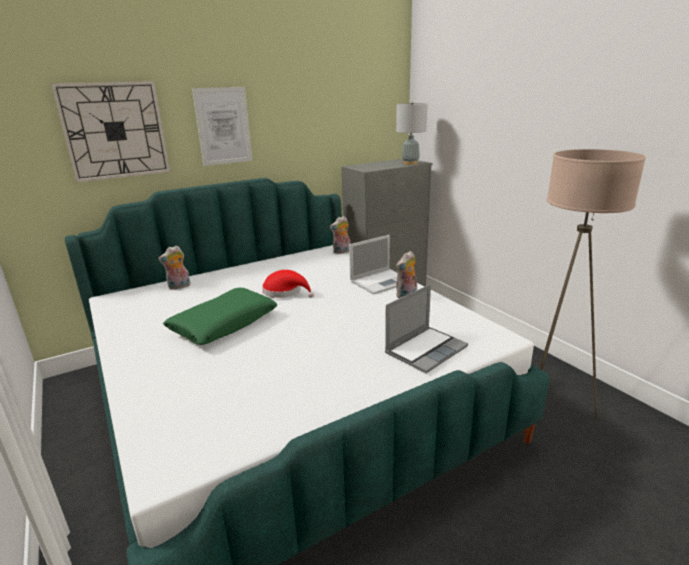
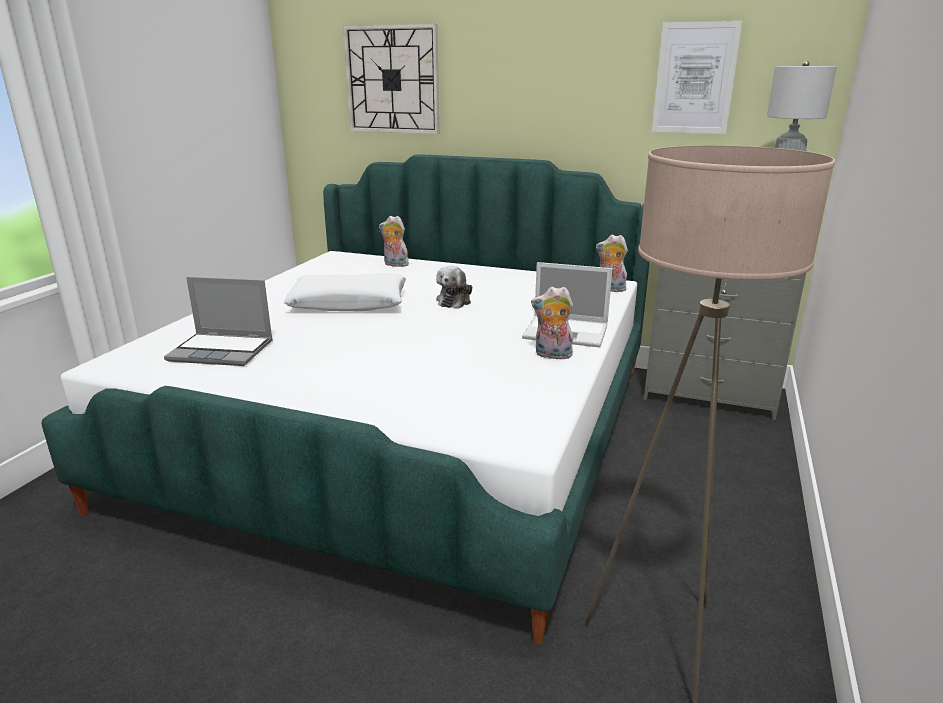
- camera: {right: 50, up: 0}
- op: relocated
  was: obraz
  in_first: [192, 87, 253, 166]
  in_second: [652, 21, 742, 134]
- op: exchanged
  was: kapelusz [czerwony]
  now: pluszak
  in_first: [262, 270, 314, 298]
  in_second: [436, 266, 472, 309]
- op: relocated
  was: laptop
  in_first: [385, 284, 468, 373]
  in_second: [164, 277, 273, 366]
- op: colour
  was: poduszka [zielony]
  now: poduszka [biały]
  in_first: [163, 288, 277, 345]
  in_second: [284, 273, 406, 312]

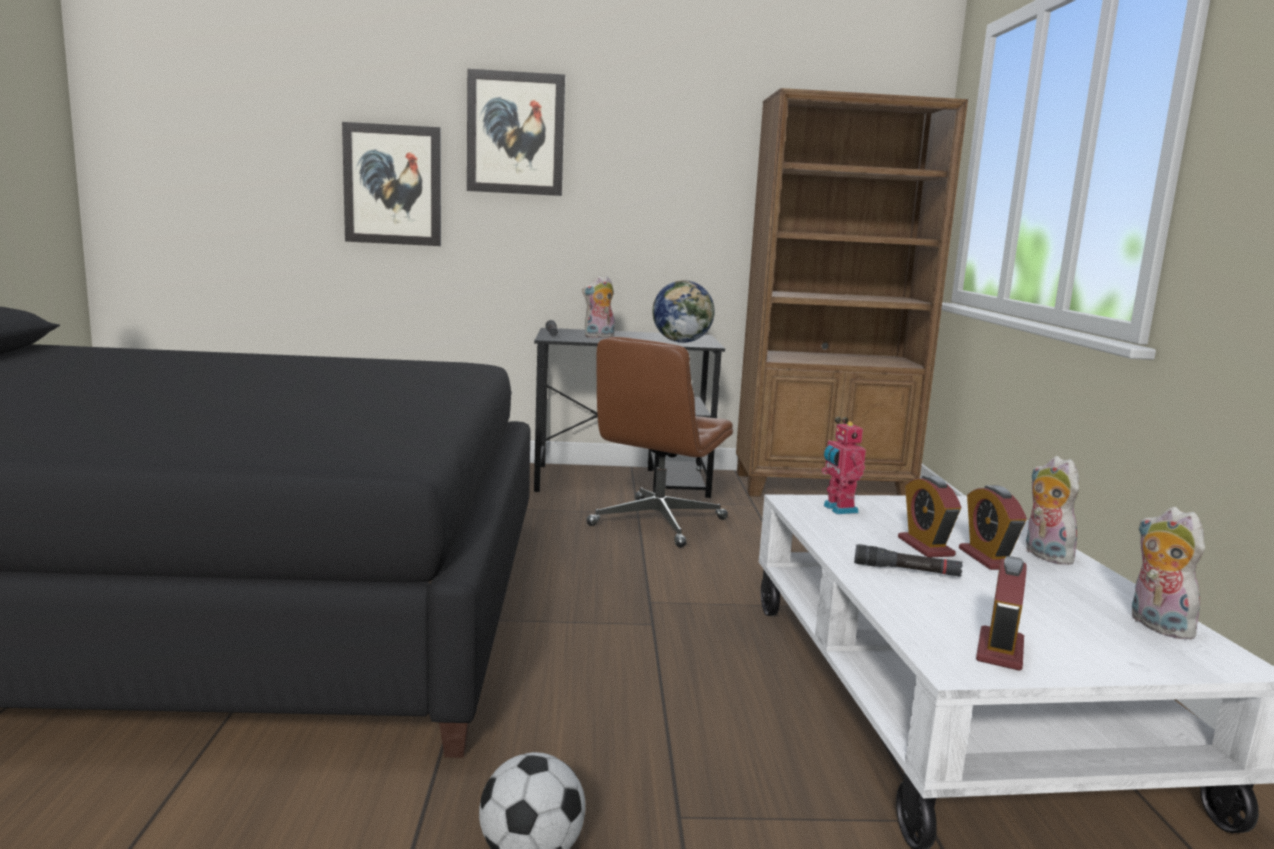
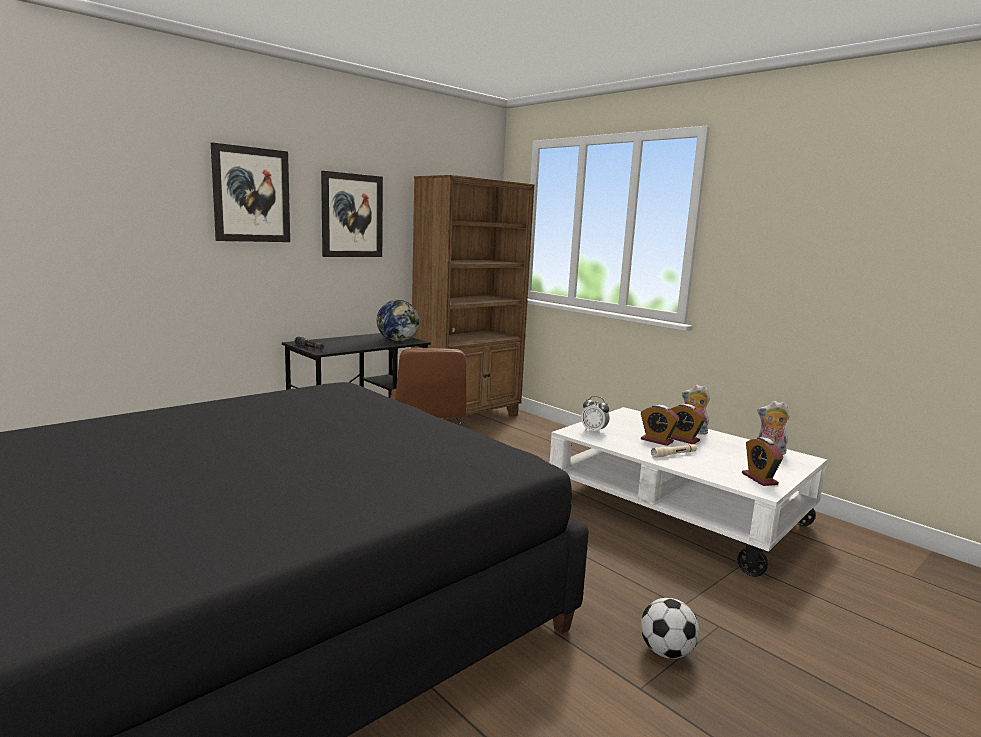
- camera: {right: -40, up: 0}
- op: relocated
  was: obraz
  in_first: [342, 122, 441, 246]
  in_second: [321, 171, 383, 257]
- op: missing
  was: pluszak
  in_first: [582, 276, 615, 338]
- op: exchanged
  was: robot zabawkowy
  now: budzik
  in_first: [822, 420, 866, 514]
  in_second: [581, 396, 610, 434]
- op: colour
  was: latarka [czarny]
  now: latarka [beżowy]
  in_first: [854, 544, 963, 577]
  in_second: [651, 444, 697, 458]

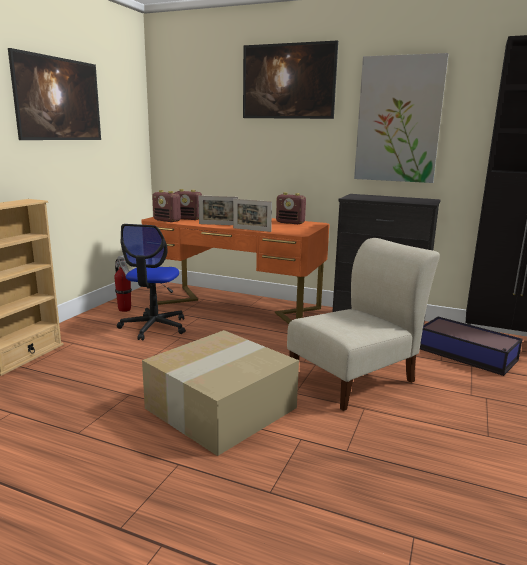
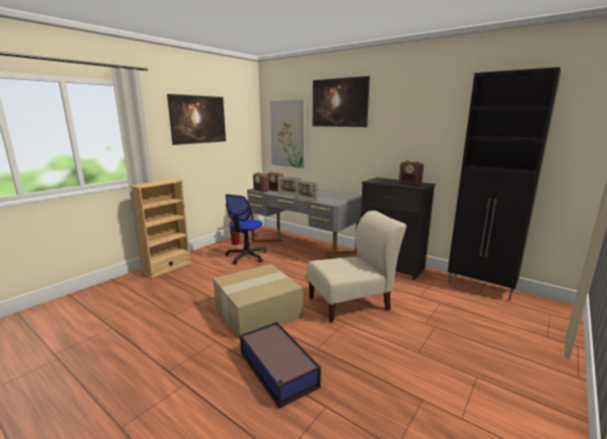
- camera: {right: 15, up: 0}
- op: relocated
  was: obraz
  in_first: [354, 53, 449, 183]
  in_second: [270, 100, 306, 168]
- op: relocated
  was: radio
  in_first: [276, 192, 306, 224]
  in_second: [399, 160, 424, 185]
- op: colour
  was: biurko [pomarańczowy]
  now: biurko [szary]
  in_first: [141, 217, 330, 324]
  in_second: [247, 188, 362, 259]
- op: relocated
  was: pojemnik do przechowywania
  in_first: [420, 317, 523, 376]
  in_second: [240, 322, 321, 408]

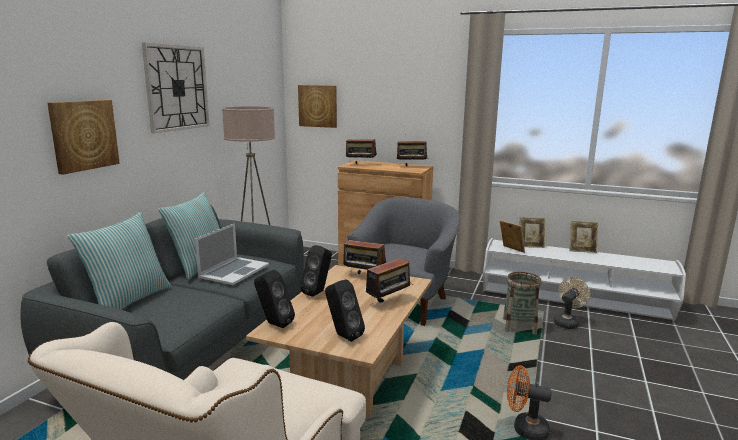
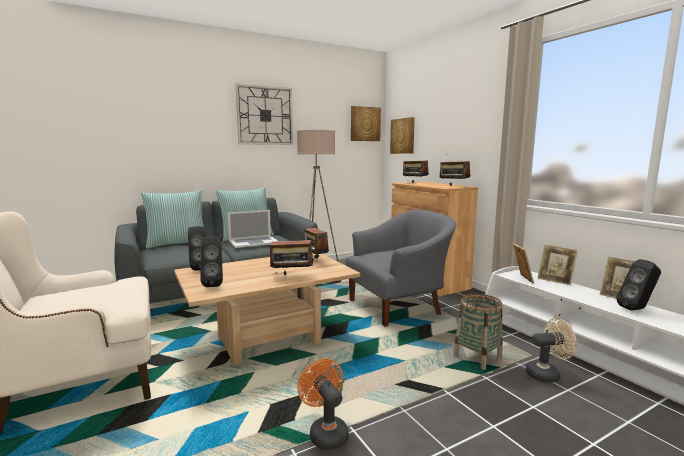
- camera: {right: 40, up: -5}
- op: relocated
  was: obraz
  in_first: [47, 100, 120, 175]
  in_second: [351, 106, 381, 141]
- op: relocated
  was: głośnik [czarny]
  in_first: [300, 245, 332, 297]
  in_second: [616, 259, 661, 311]

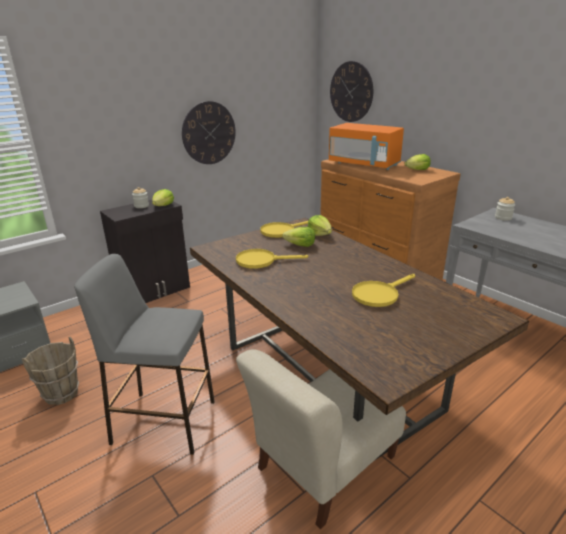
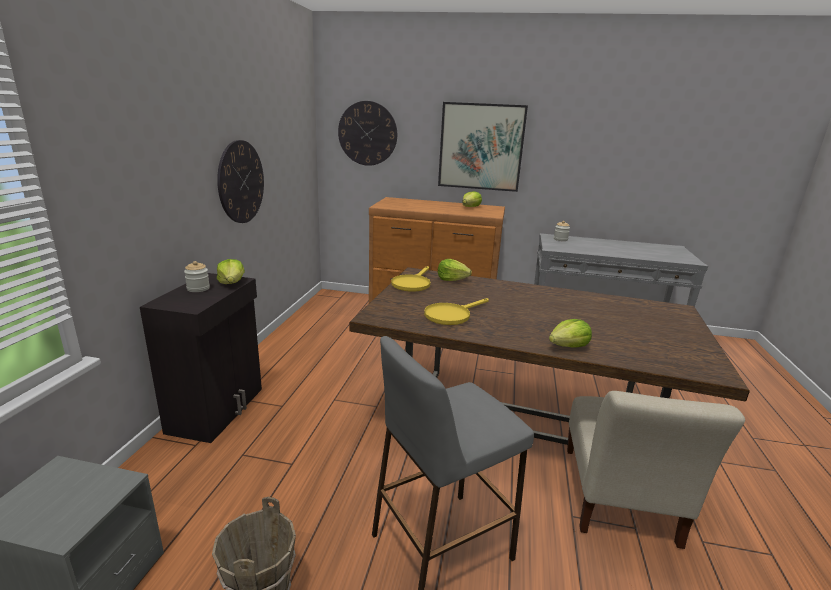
- camera: {right: -40, up: -5}
- op: missing
  was: mikrofalówka [pomarańczowy]
  in_first: [329, 123, 404, 170]
- op: relocated
  was: sałata
  in_first: [282, 227, 315, 247]
  in_second: [549, 319, 592, 348]
- op: missing
  was: patelnia [żółty]
  in_first: [352, 274, 415, 307]
- op: appeared
  now: obraz
  in_second: [438, 102, 528, 192]

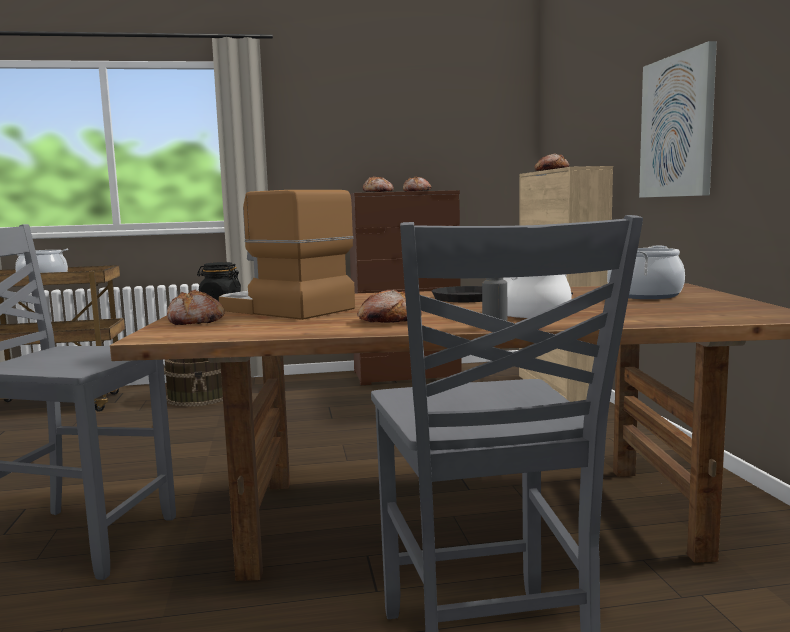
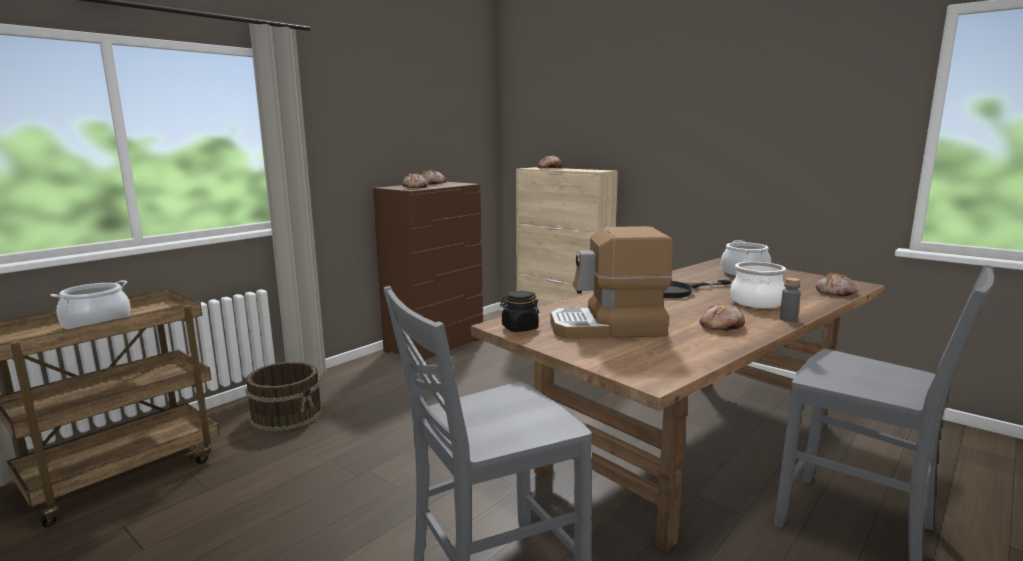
- camera: {right: -40, up: 5}
- op: missing
  was: obraz
  in_first: [639, 41, 717, 198]
- op: relocated
  was: chleb
  in_first: [167, 289, 225, 325]
  in_second: [816, 272, 857, 297]

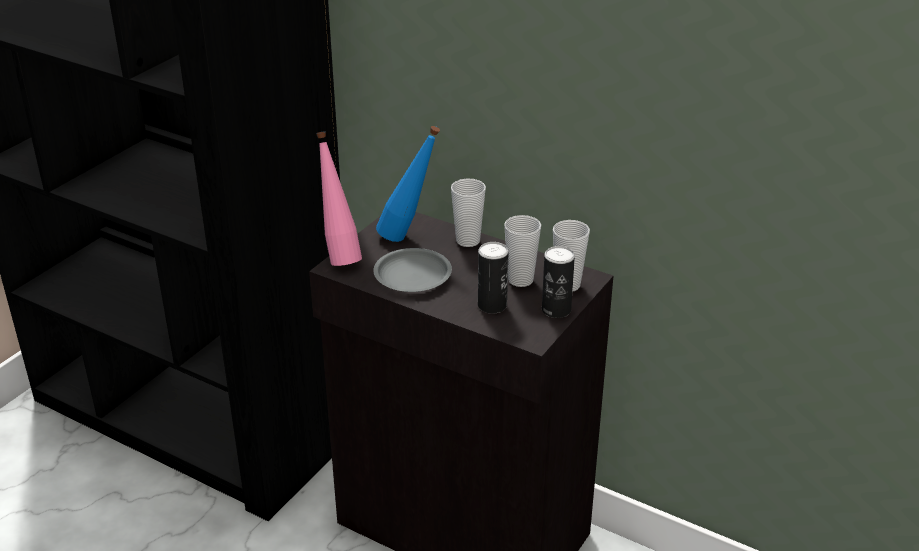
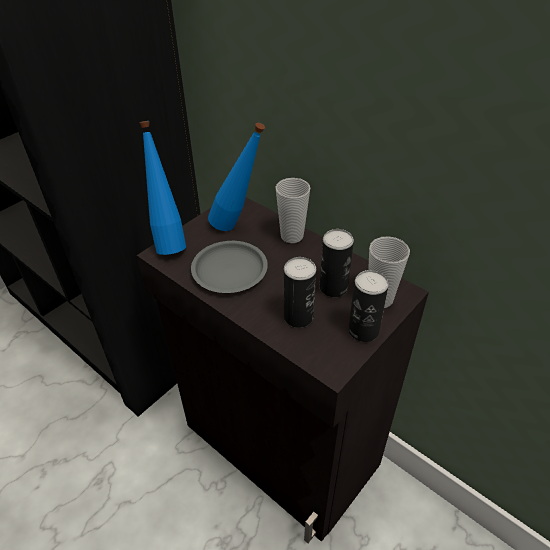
- camera: {right: 10, up: 10}
- op: colour
  was: butelka [różowy]
  now: butelka [niebieski]
  in_first: [316, 131, 362, 266]
  in_second: [139, 121, 186, 255]
- op: exchanged
  was: filiżanka
  now: puszka
  in_first: [504, 215, 541, 287]
  in_second: [320, 229, 354, 297]

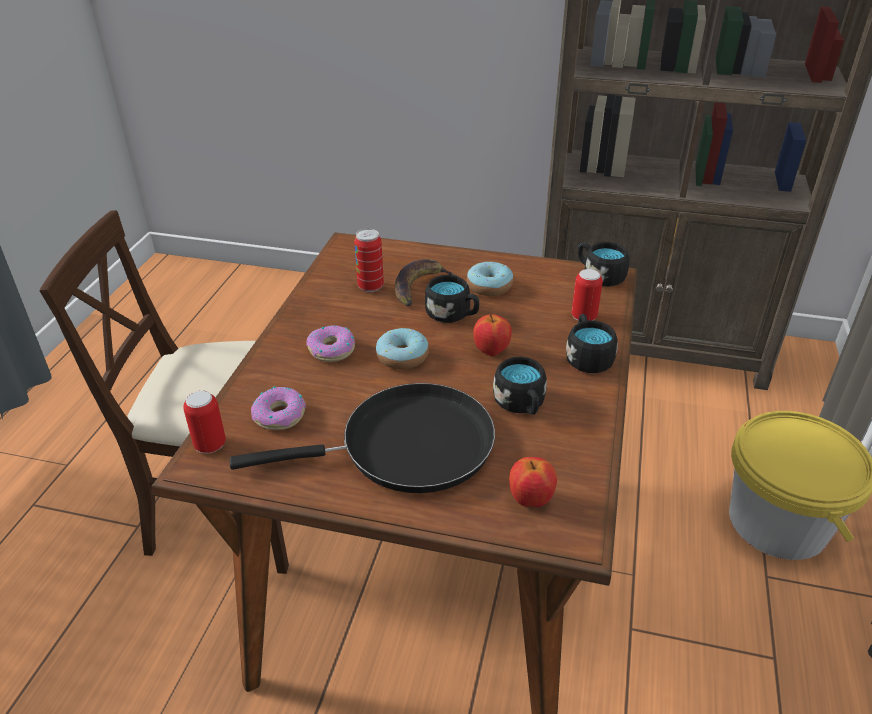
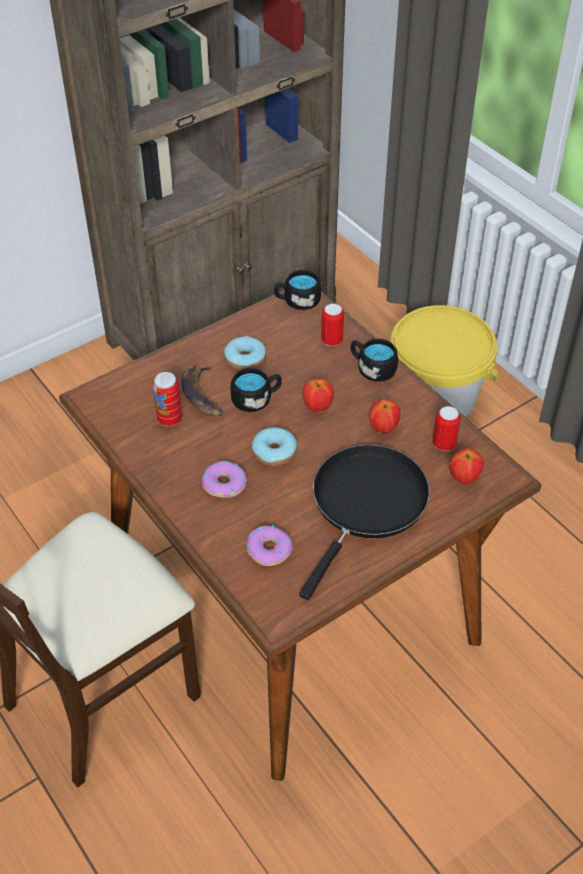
- camera: {right: -50, up: 10}
- op: exchanged
  was: kubek [czarny]
  now: jabłko
  in_first: [493, 357, 547, 415]
  in_second: [369, 399, 400, 434]
- op: relocated
  was: puszka
  in_first: [183, 391, 226, 454]
  in_second: [433, 406, 461, 451]

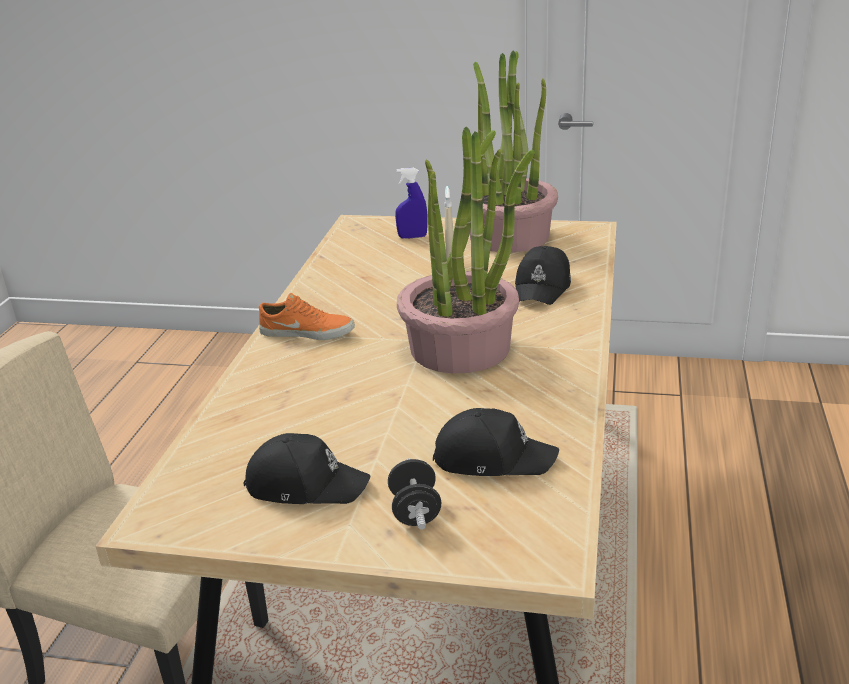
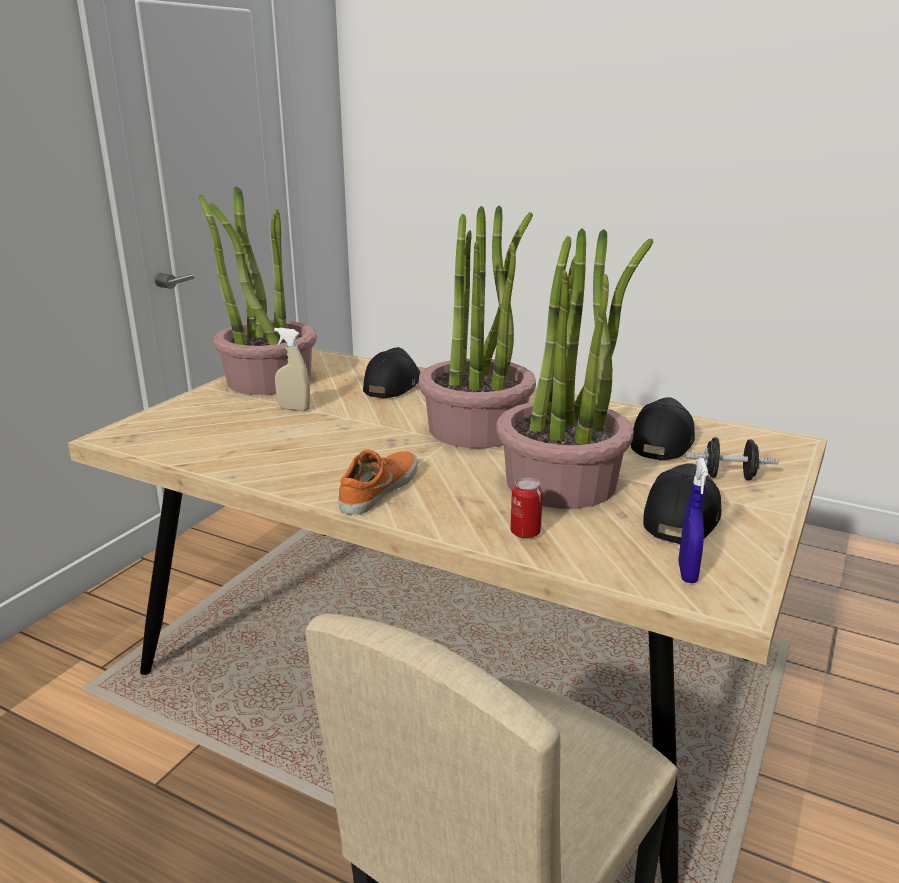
- camera: {right: -75, up: -5}
- op: relocated
  was: spryskiwacz [niebieski]
  in_first: [395, 168, 428, 239]
  in_second: [678, 458, 708, 583]
- op: spun
  was: czapka z daszkiem [czarny]
  in_first: [515, 246, 571, 305]
  in_second: [363, 347, 421, 398]
  clockwise: -105
- op: appeared
  now: roślina doniczkowa
  in_second: [496, 229, 653, 509]
- op: appeared
  now: puszka
  in_second: [510, 478, 543, 539]

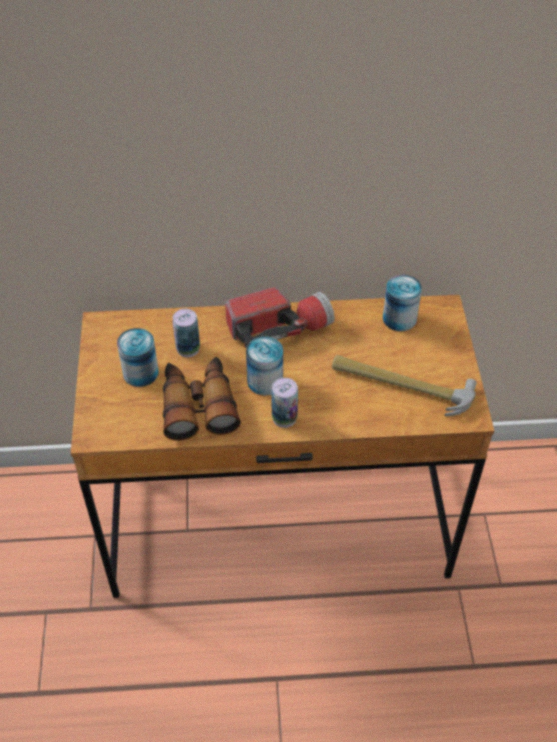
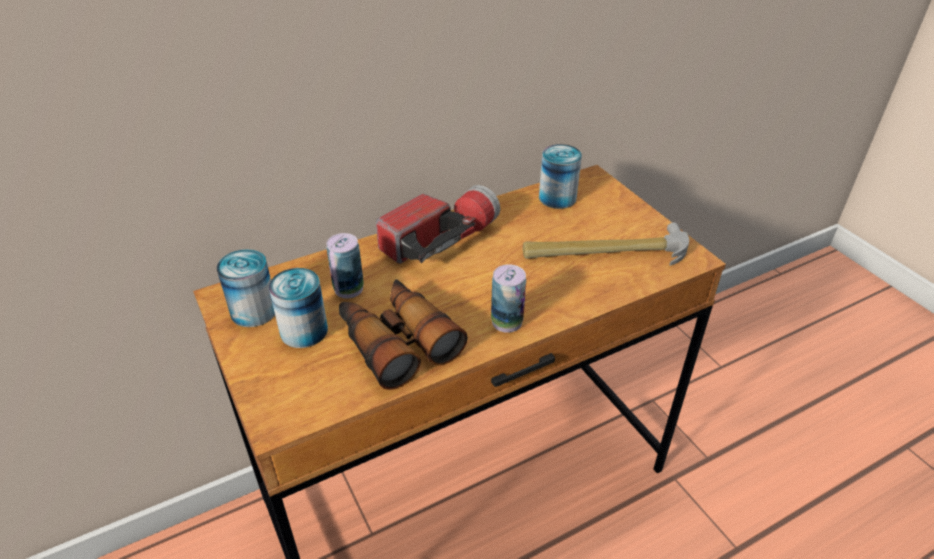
- camera: {right: -25, up: -10}
- op: relocated
  was: puszka
  in_first: [246, 336, 283, 396]
  in_second: [217, 249, 275, 327]

